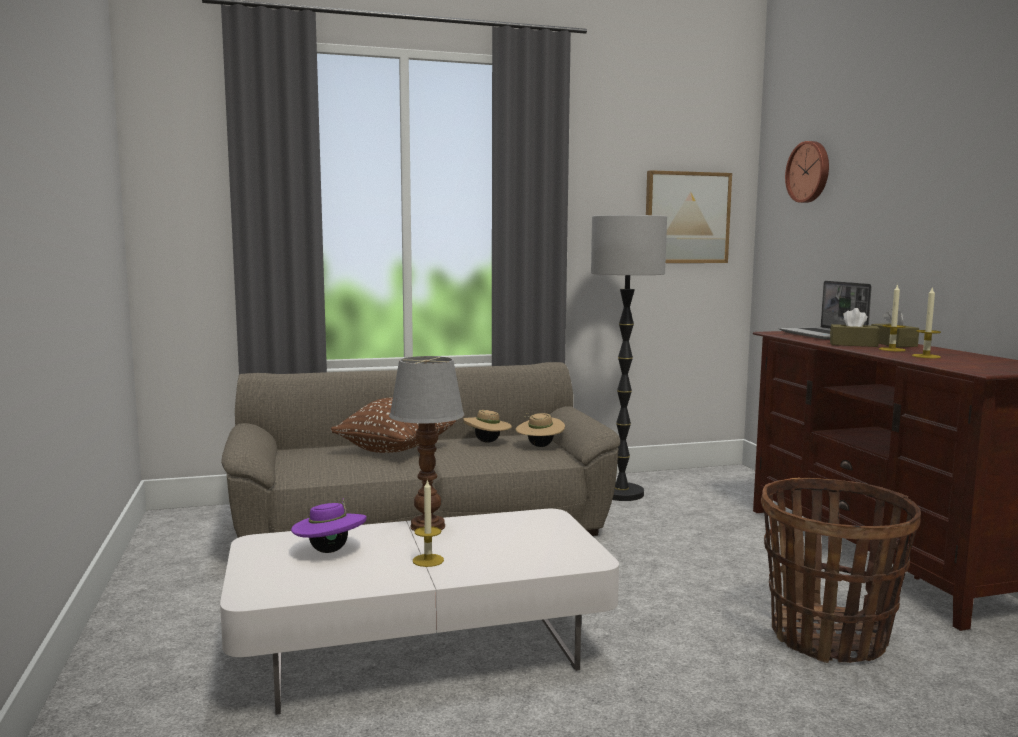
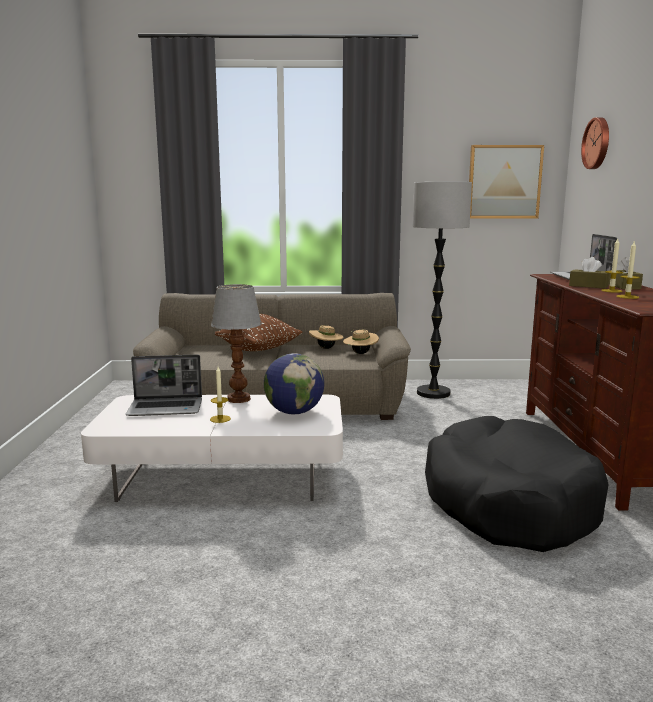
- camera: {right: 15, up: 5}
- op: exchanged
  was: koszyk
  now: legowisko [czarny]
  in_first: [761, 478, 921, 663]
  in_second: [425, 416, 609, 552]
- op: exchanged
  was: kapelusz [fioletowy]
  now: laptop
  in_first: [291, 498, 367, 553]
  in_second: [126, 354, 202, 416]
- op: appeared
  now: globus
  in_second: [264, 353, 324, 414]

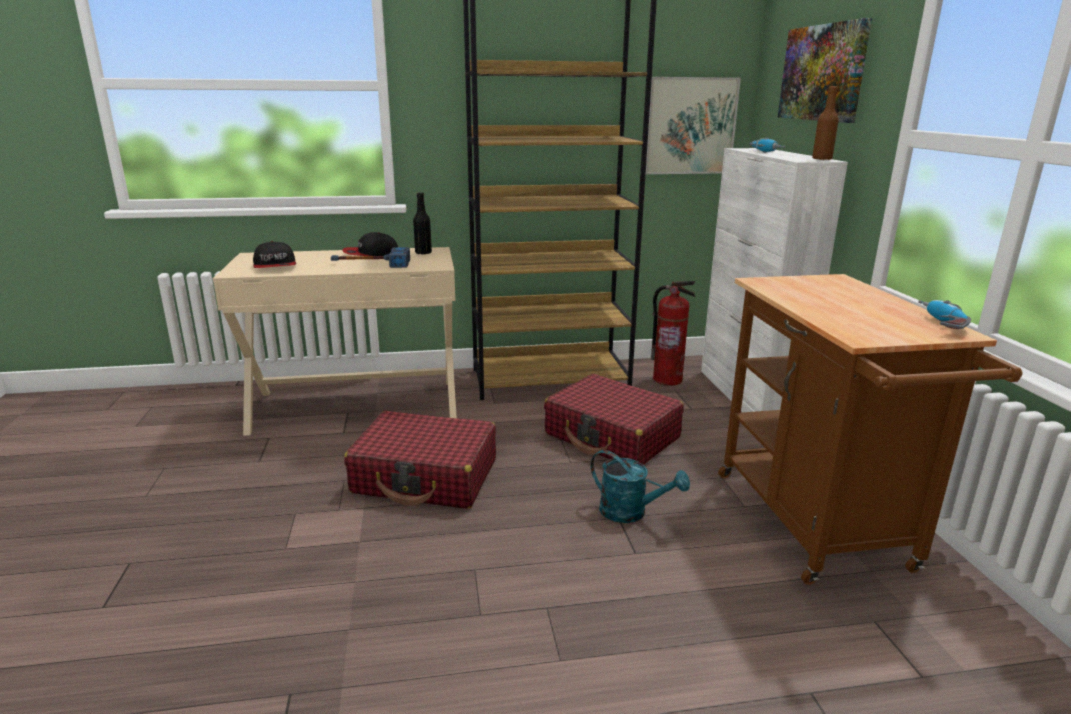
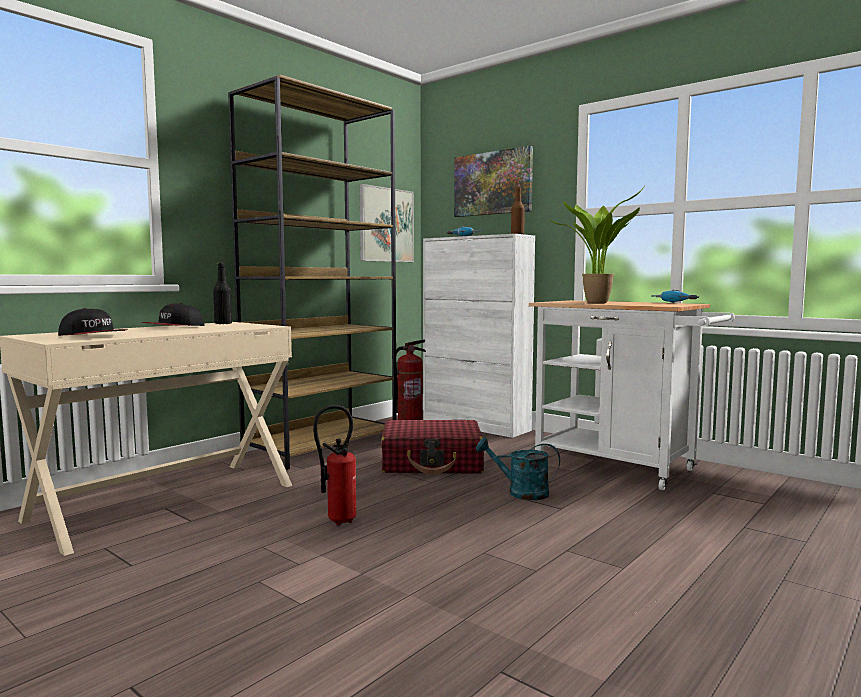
- camera: {right: -40, up: -15}
- op: missing
  was: młotek
  in_first: [331, 247, 410, 268]
- op: colour
  was: wózek [brązowy]
  now: wózek [biały]
  in_first: [718, 274, 1023, 585]
  in_second: [529, 300, 735, 490]
- op: exchanged
  was: walizka [czerwony]
  now: gaśnica
  in_first: [344, 411, 496, 509]
  in_second: [313, 405, 357, 525]
- op: spun
  was: konewka [turkusowy]
  in_first: [591, 450, 690, 523]
  in_second: [476, 437, 560, 500]
  clockwise: -150
- op: appeared
  now: roślina doniczkowa
  in_second: [548, 186, 645, 303]

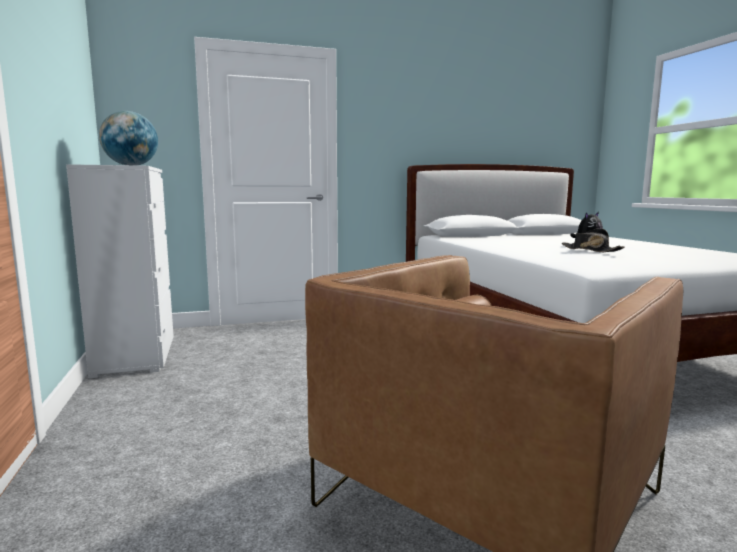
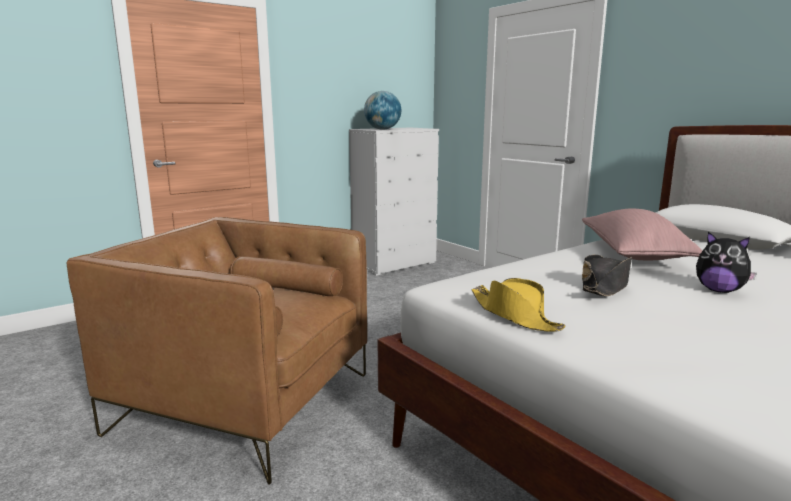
- camera: {right: 70, up: 5}
- op: appeared
  now: poduszka [różowy]
  in_second: [582, 209, 703, 260]
- op: appeared
  now: kapelusz [żółty]
  in_second: [471, 278, 566, 332]

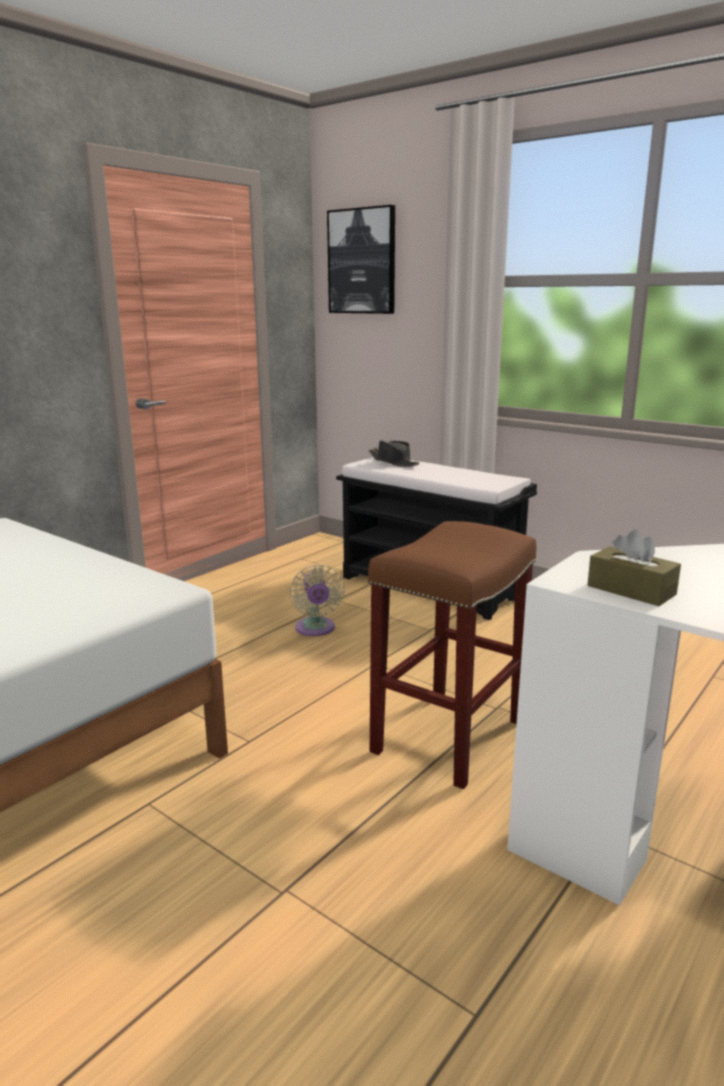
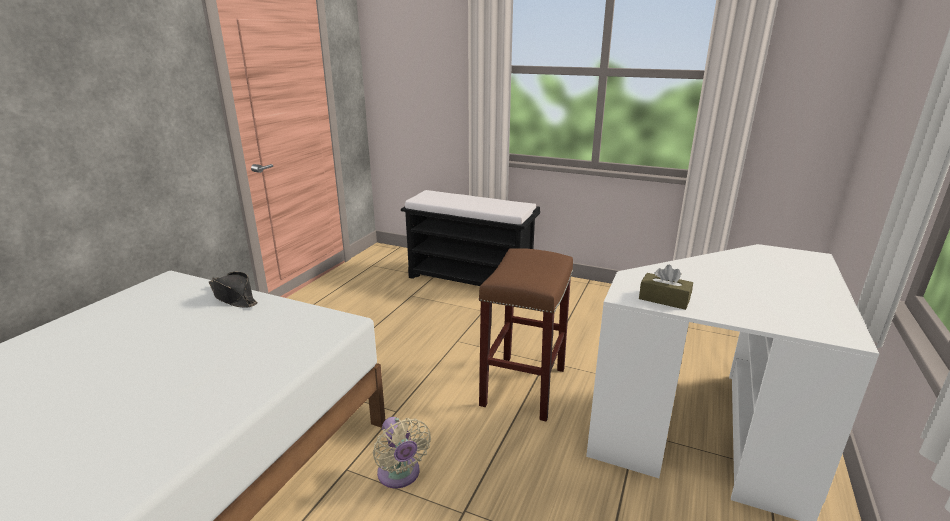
- camera: {right: -15, up: 5}
- op: missing
  was: obraz
  in_first: [327, 205, 395, 314]
- op: relocated
  was: kapelusz [czarny]
  in_first: [369, 440, 419, 467]
  in_second: [208, 272, 258, 308]
- op: relocated
  was: wentylator [beżowy]
  in_first: [289, 564, 345, 636]
  in_second: [373, 417, 431, 488]

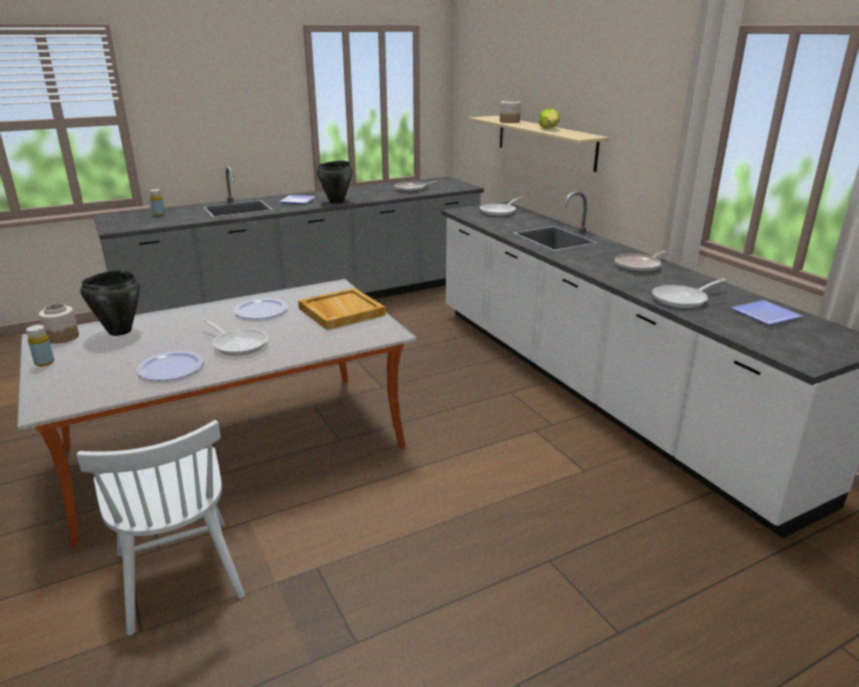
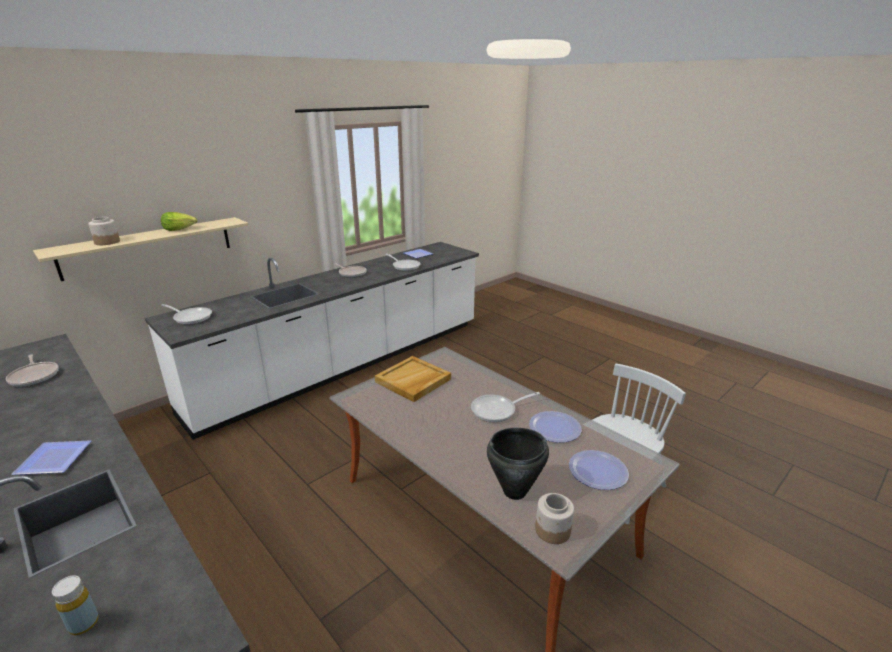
- camera: {right: -105, up: 0}
- op: missing
  was: garnek [czarny]
  in_first: [317, 160, 352, 204]
- op: relocated
  was: talerz
  in_first: [234, 299, 288, 319]
  in_second: [569, 450, 629, 490]
- op: spun
  was: patelnia
  in_first: [201, 319, 268, 356]
  in_second: [471, 392, 540, 422]
  clockwise: -135
- op: missing
  was: butelka [żółty]
  in_first: [26, 325, 54, 367]

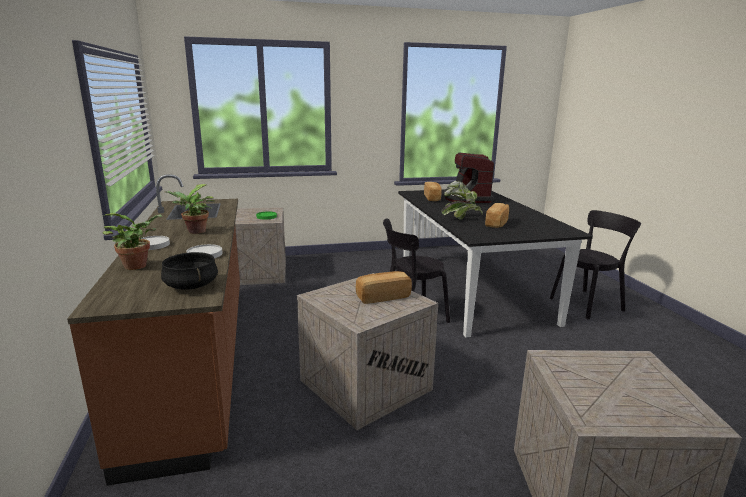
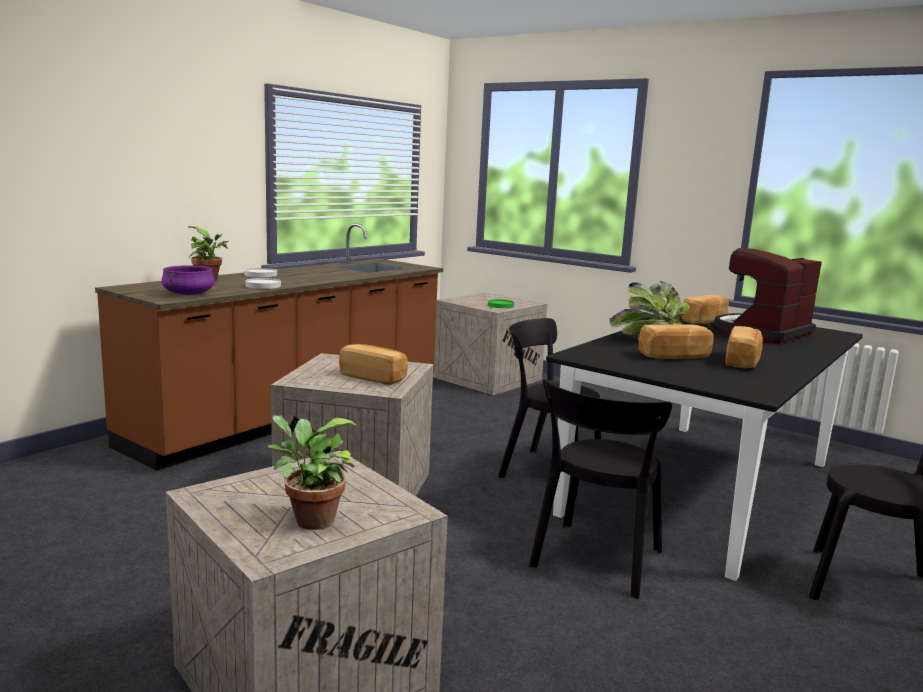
- camera: {right: 50, up: -5}
- op: relocated
  was: roślina doniczkowa
  in_first: [166, 184, 215, 234]
  in_second: [268, 415, 356, 530]
- op: colour
  was: garnek [czarny]
  now: garnek [fioletowy]
  in_first: [161, 252, 218, 290]
  in_second: [161, 265, 215, 295]
- op: appeared
  now: chleb
  in_second: [725, 326, 763, 368]
- op: appeared
  now: krzesło [czarny]
  in_second: [529, 379, 672, 599]

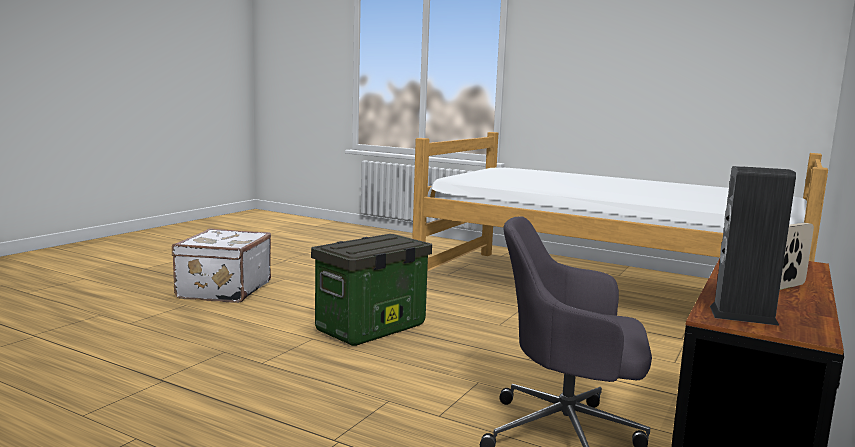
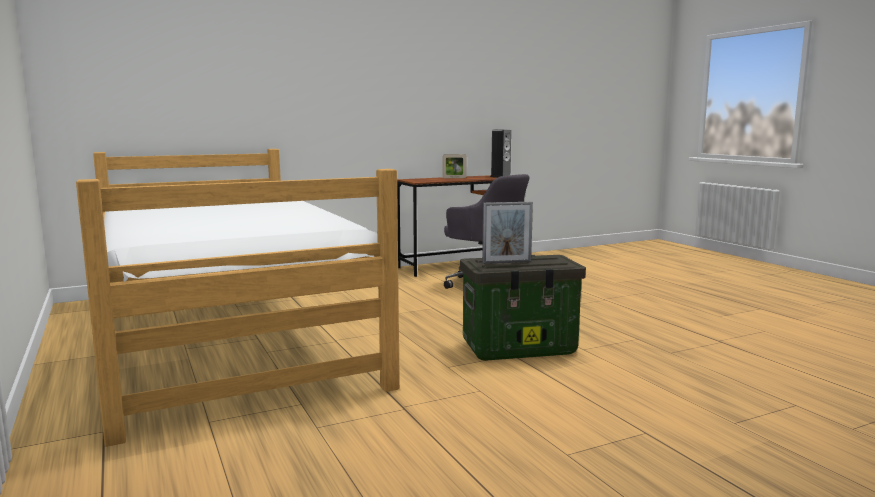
- camera: {right: -145, up: 0}
- op: missing
  was: walizka [biały]
  in_first: [172, 229, 271, 303]
- op: appeared
  now: ramka na zdjęcie
  in_second: [482, 202, 533, 264]

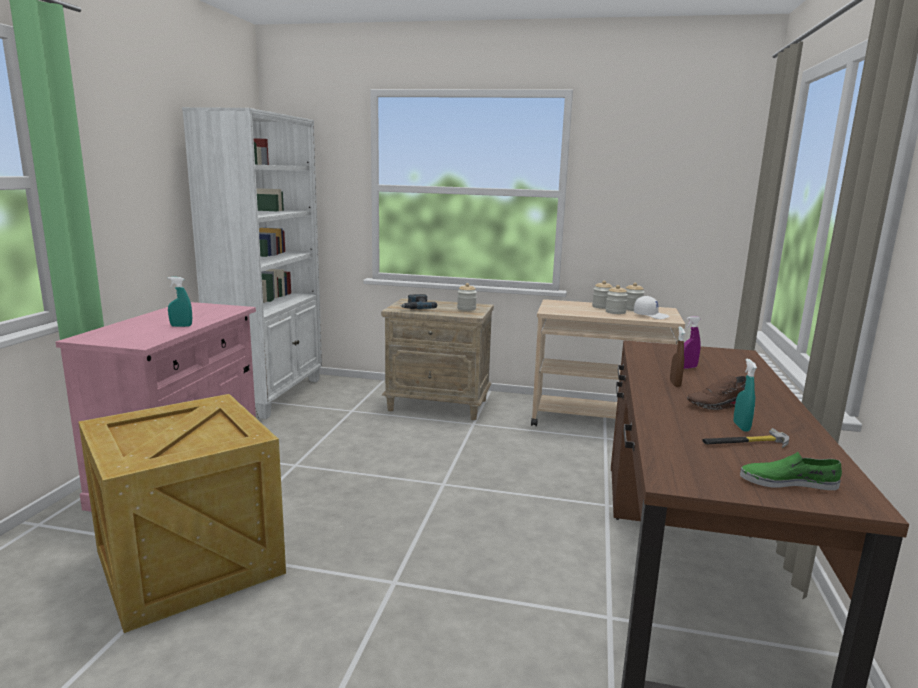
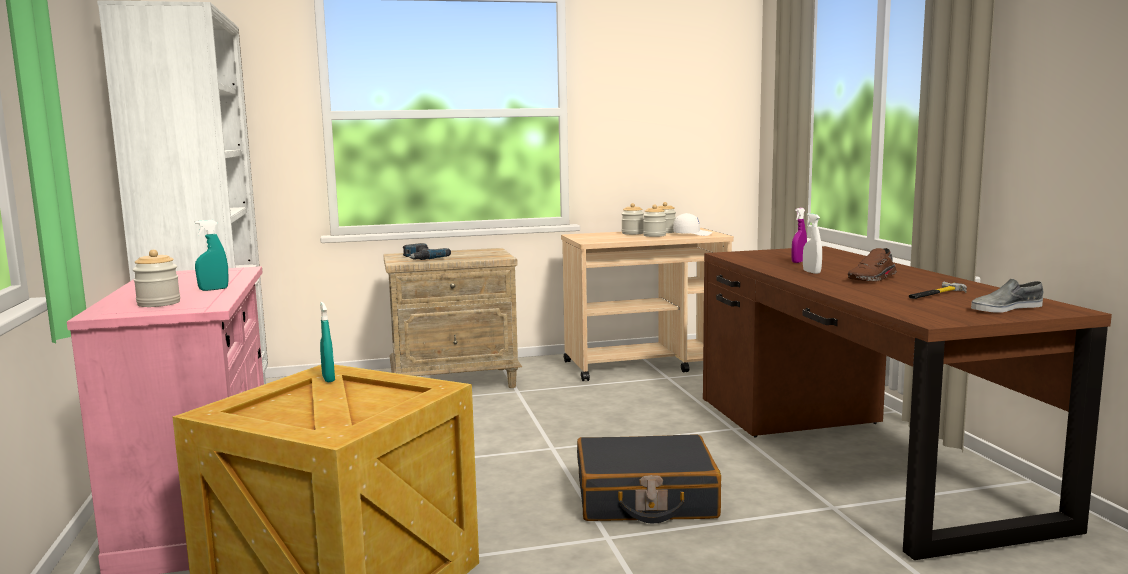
- camera: {right: -25, up: -5}
- op: relocated
  was: słoik
  in_first: [457, 283, 477, 311]
  in_second: [132, 249, 180, 307]
- op: colour
  was: spryskiwacz [brązowy]
  now: spryskiwacz [biały]
  in_first: [670, 326, 685, 387]
  in_second: [803, 213, 822, 274]
- op: relocated
  was: spryskiwacz [turkusowy]
  in_first: [734, 358, 757, 431]
  in_second: [320, 302, 335, 382]
- op: colour
  was: but [zielony]
  now: but [szary]
  in_first: [740, 452, 842, 490]
  in_second: [971, 279, 1043, 313]
- op: appeared
  now: walizka [czarny]
  in_second: [577, 434, 721, 523]

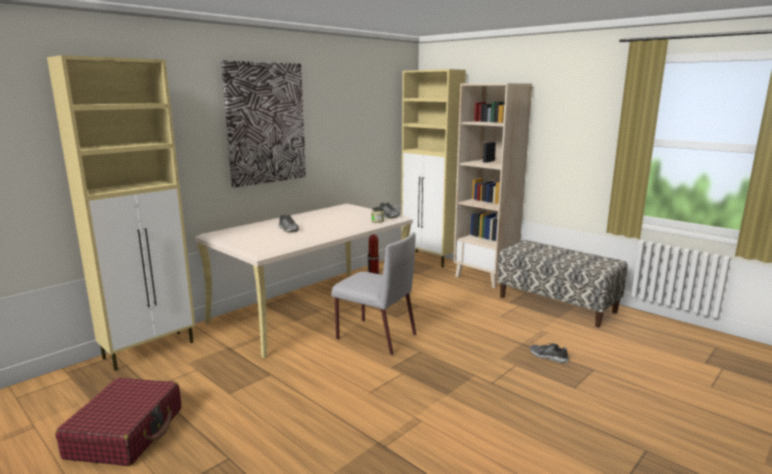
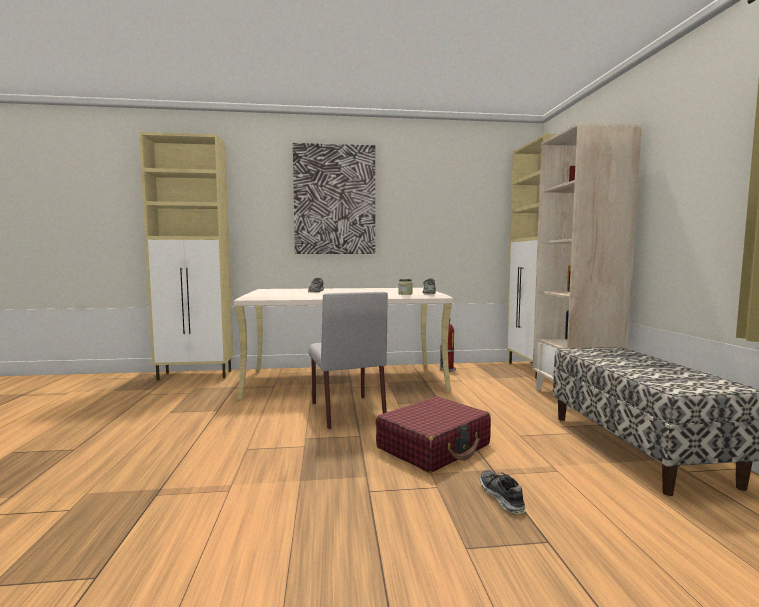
- camera: {right: 40, up: -10}
- op: relocated
  was: walizka [czerwony]
  in_first: [55, 378, 181, 466]
  in_second: [376, 396, 491, 473]

